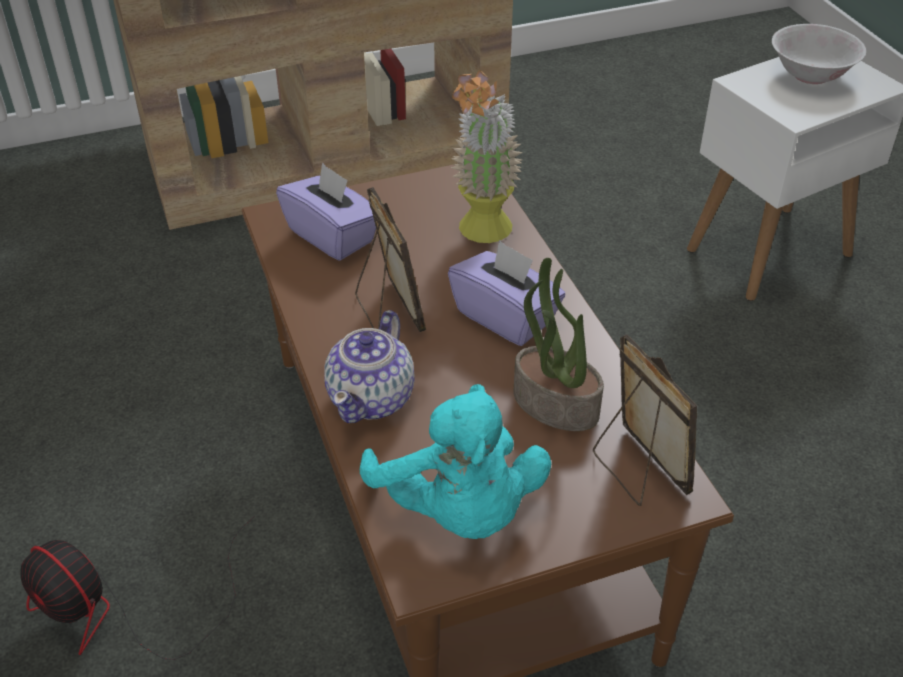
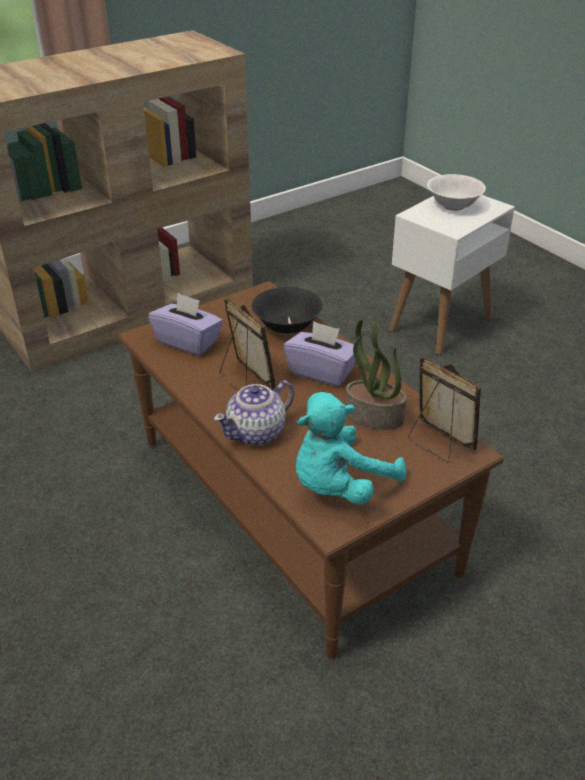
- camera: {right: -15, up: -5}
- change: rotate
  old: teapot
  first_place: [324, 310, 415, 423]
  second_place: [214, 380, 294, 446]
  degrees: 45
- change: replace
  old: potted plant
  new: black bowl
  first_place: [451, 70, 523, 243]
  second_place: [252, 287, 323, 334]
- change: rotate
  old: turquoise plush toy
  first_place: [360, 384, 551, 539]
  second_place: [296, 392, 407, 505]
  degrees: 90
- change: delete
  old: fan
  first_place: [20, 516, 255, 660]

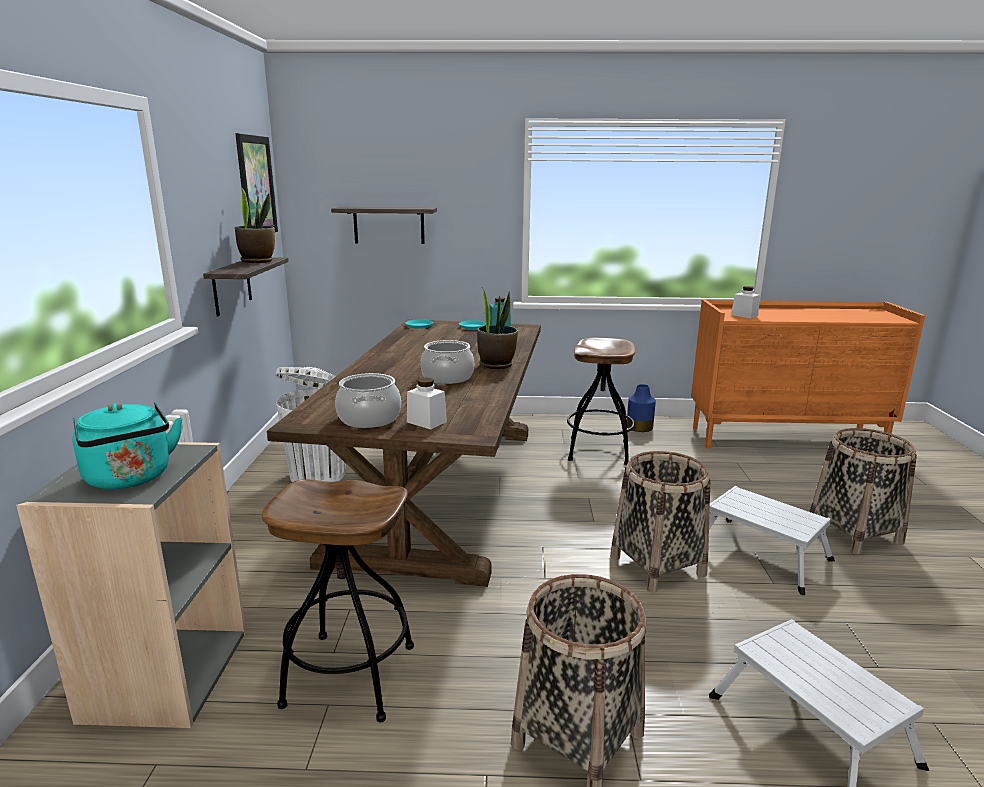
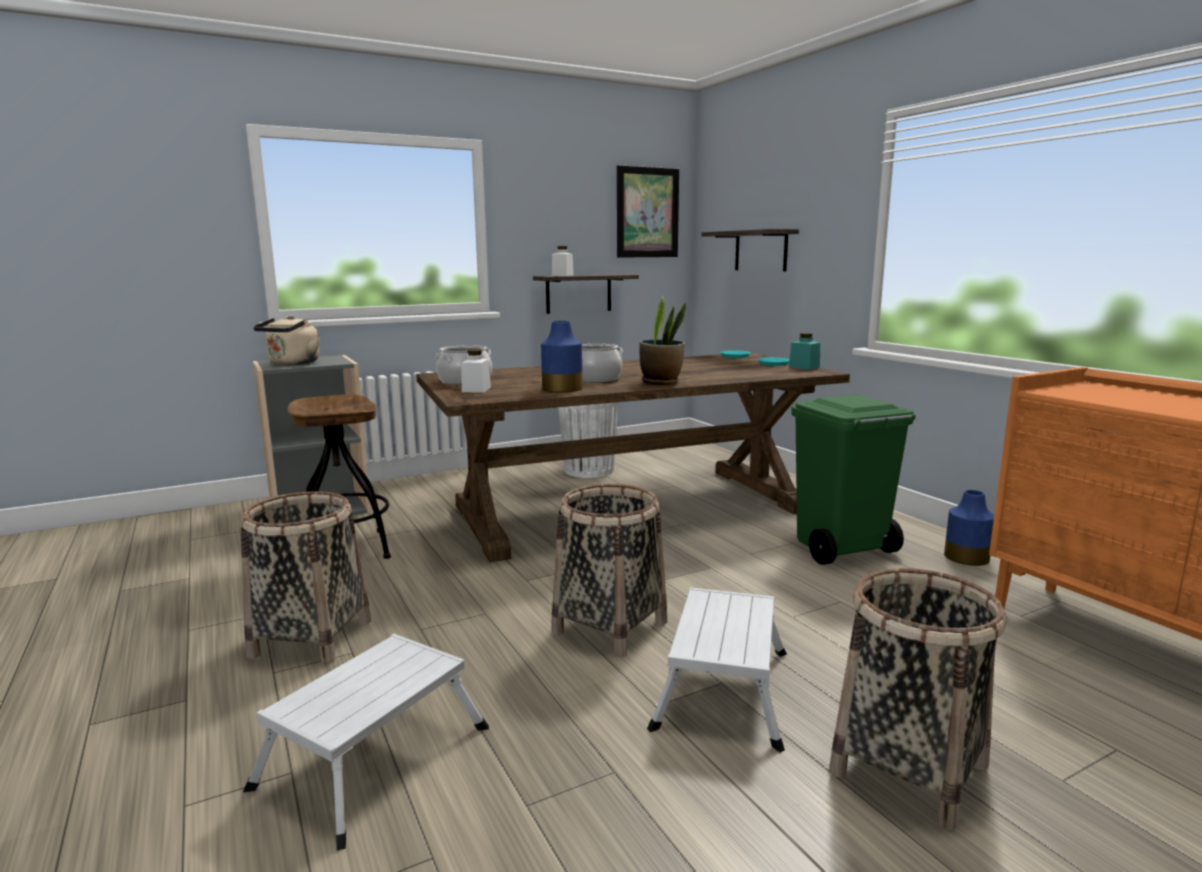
- camera: {right: 60, up: -5}
- change: recolor
  old: turquoise kettle
  new: beige kettle
  first_place: [73, 402, 182, 489]
  second_place: [253, 315, 320, 365]
- change: insert
  new: blue vase
  second_place: [541, 321, 583, 392]
- change: move
  old: white jar
  first_place: [731, 286, 760, 318]
  second_place: [552, 246, 574, 276]
- change: replace
  old: brown stool
  new: green trash can
  first_place: [567, 338, 636, 465]
  second_place: [791, 395, 916, 565]
- change: delete
  old: potted plant
  first_place: [235, 188, 275, 263]

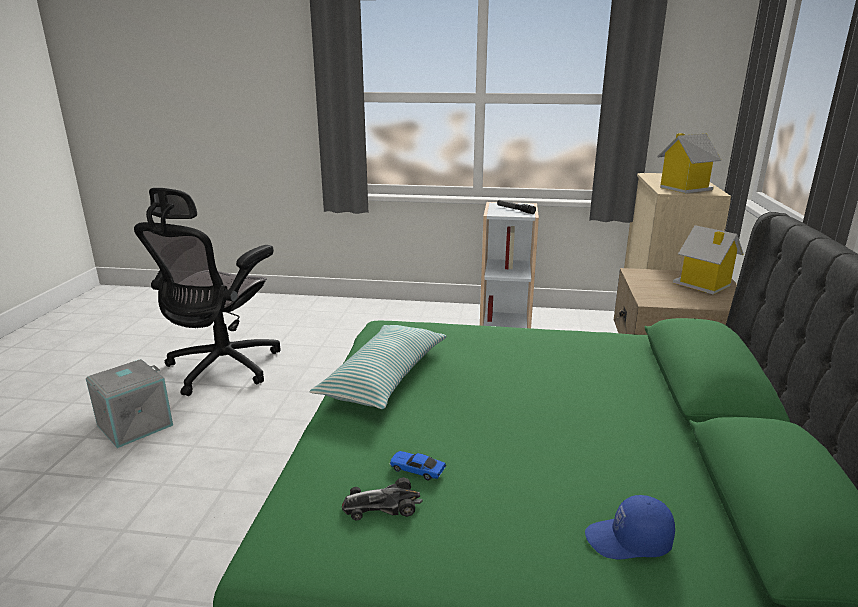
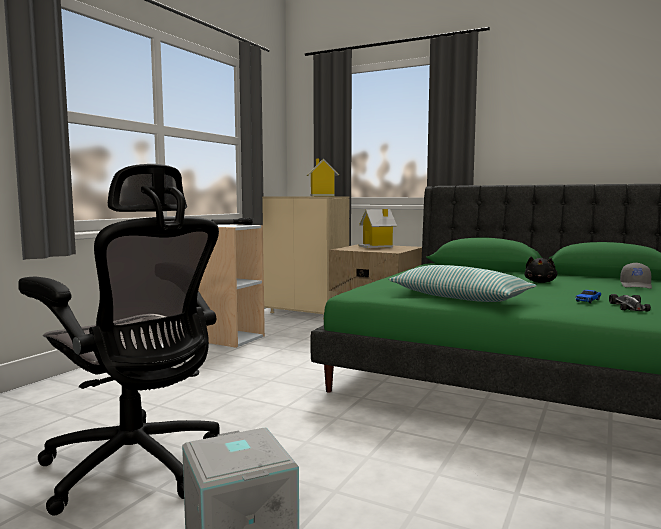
- camera: {right: -70, up: -15}
- change: insert
  new: black plush toy
  second_place: [524, 256, 557, 283]
- change: recolor
  old: blue cap
  new: grey cap
  first_place: [585, 495, 675, 559]
  second_place: [620, 262, 652, 289]

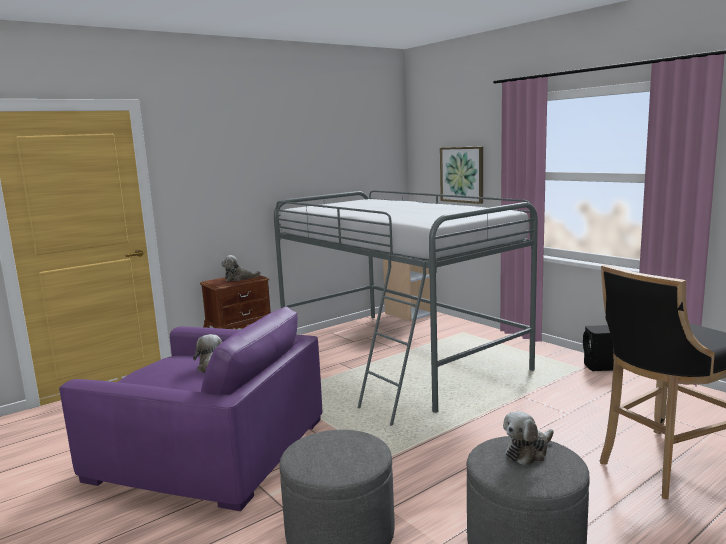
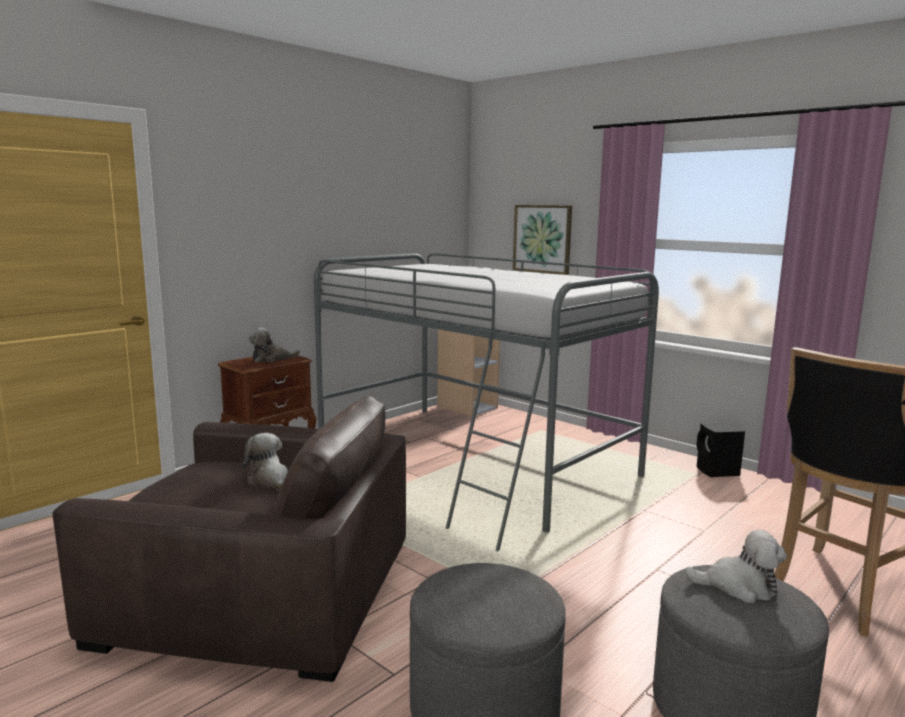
- camera: {right: -10, up: 0}
- change: recolor
  old: purple armchair
  new: brown armchair
  first_place: [59, 306, 322, 511]
  second_place: [53, 396, 406, 682]
- change: rotate
  old: plush toy
  first_place: [503, 411, 554, 466]
  second_place: [685, 530, 787, 603]
  degrees: -120

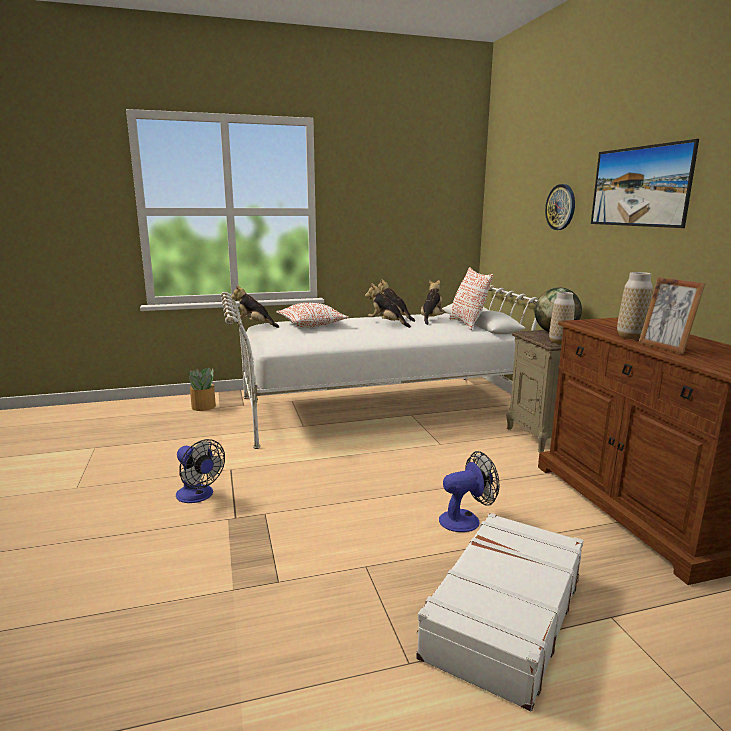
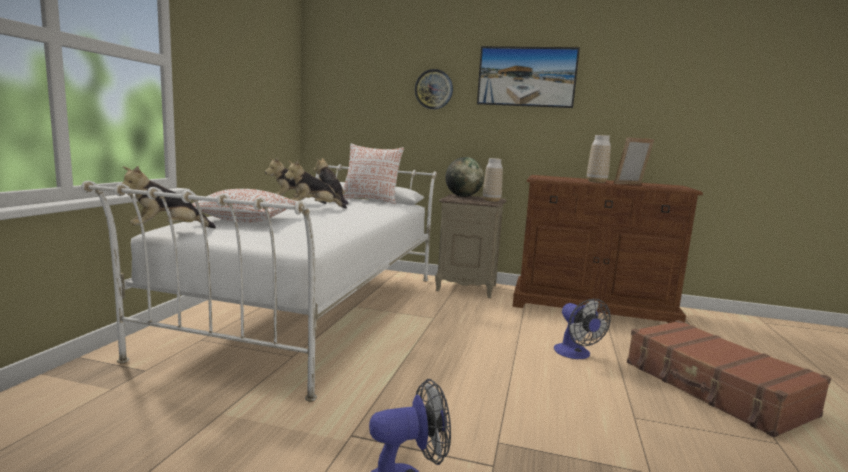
- camera: {right: -60, up: -5}
- change: rotate
  old: fan
  first_place: [439, 451, 499, 532]
  second_place: [554, 299, 611, 359]
  degrees: 150
- change: rotate
  old: picture frame
  first_place: [638, 277, 705, 354]
  second_place: [614, 137, 654, 185]
  degrees: 150
- change: recolor
  old: white suitcase
  new: brown suitcase
  first_place: [416, 513, 583, 711]
  second_place: [627, 320, 831, 437]
- change: delete
  old: potted plant
  first_place: [184, 368, 216, 411]

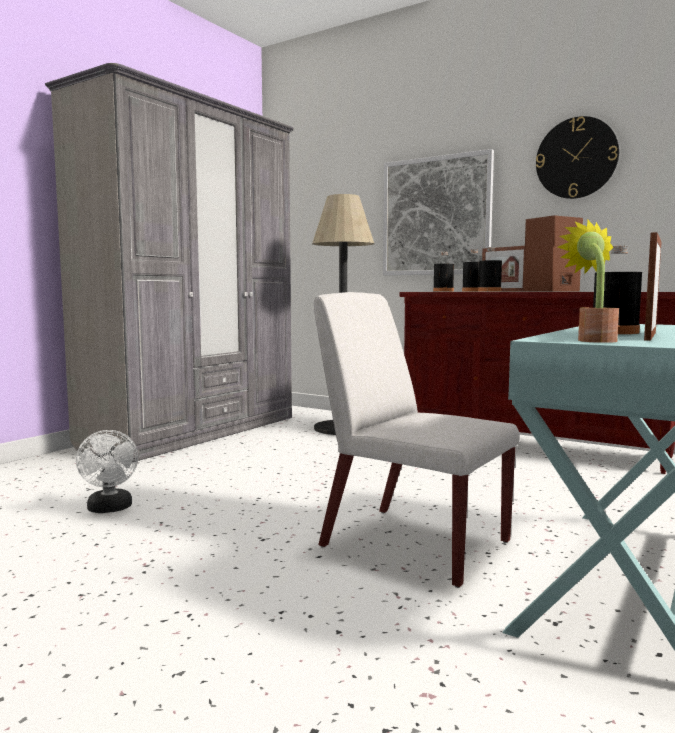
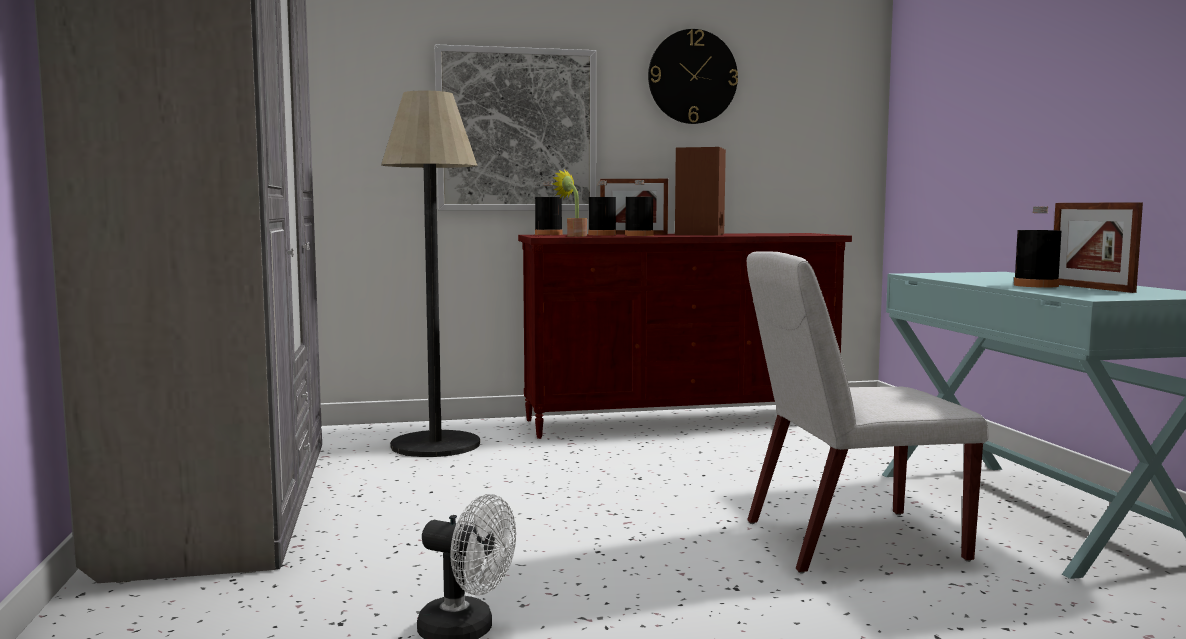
- camera: {right: -45, up: 0}
- change: move
  old: potted plant
  first_place: [558, 220, 619, 343]
  second_place: [552, 169, 587, 237]

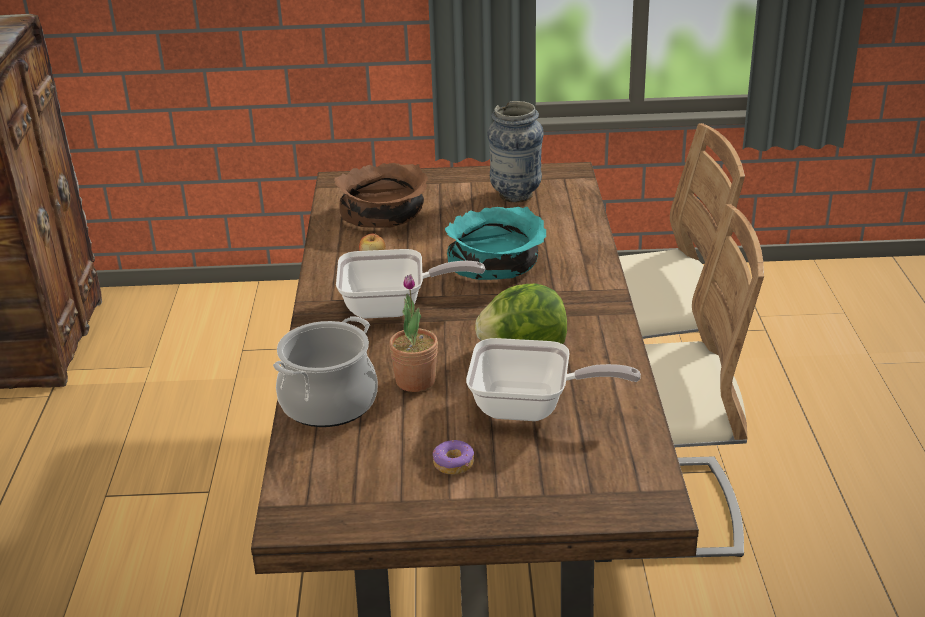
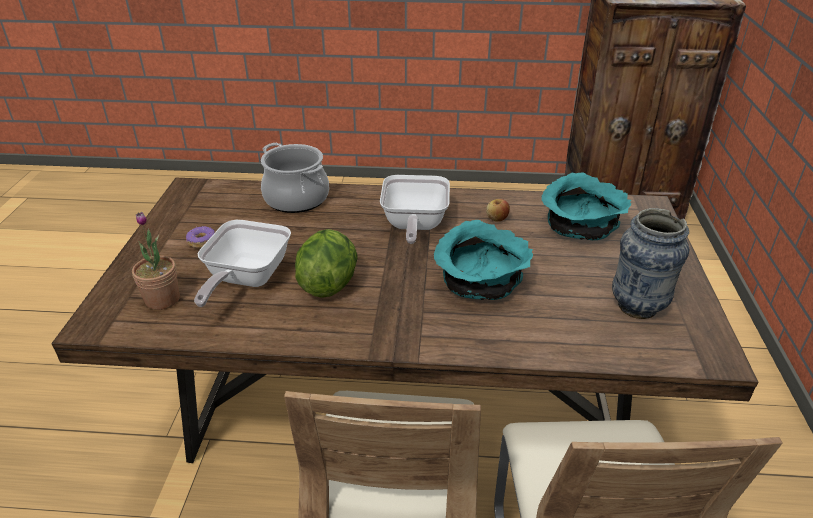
- camera: {right: 95, up: 5}
- change: move
  old: potted plant
  first_place: [389, 274, 438, 392]
  second_place: [132, 212, 180, 310]
- change: recolor
  old: brown bowl
  new: turquoise bowl
  first_place: [334, 163, 428, 228]
  second_place: [541, 172, 631, 240]

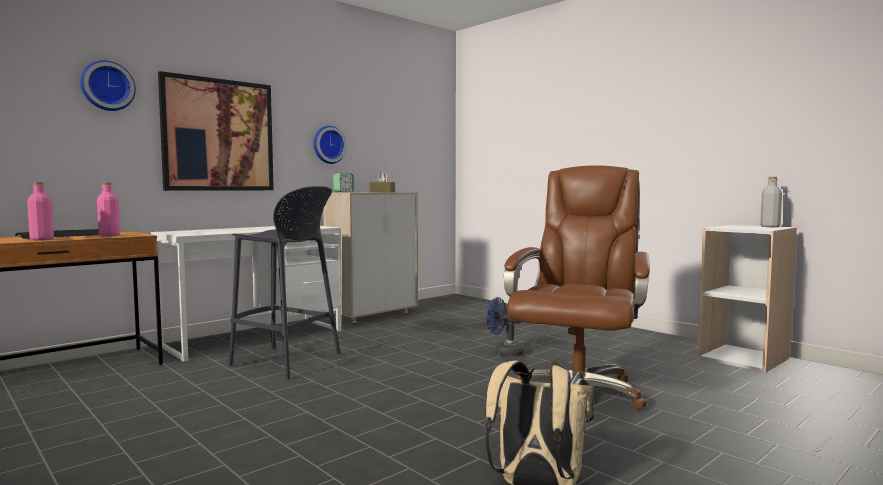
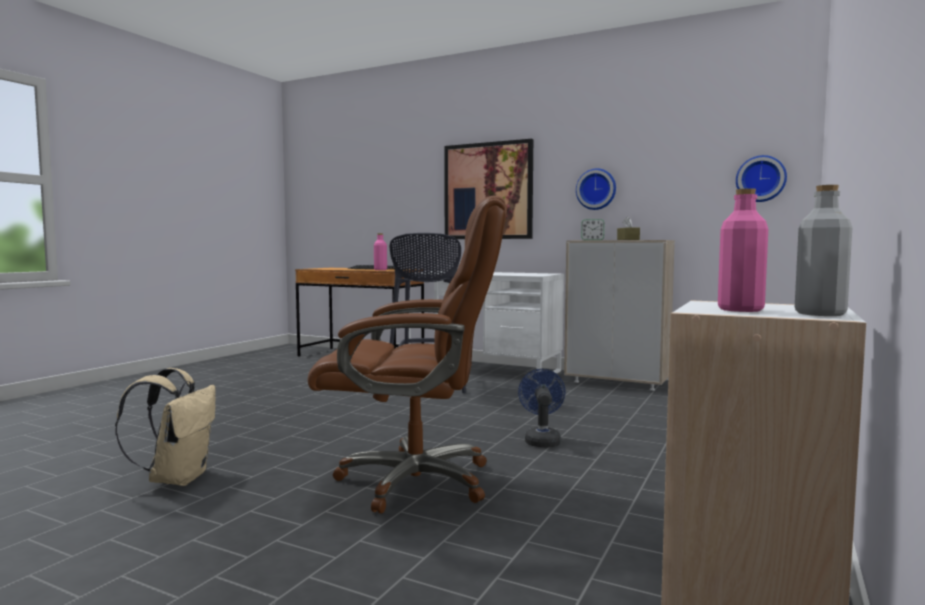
- camera: {right: 70, up: 0}
- change: move
  old: pink bottle
  first_place: [27, 182, 54, 241]
  second_place: [718, 188, 768, 312]
- change: move
  old: wall clock
  first_place: [80, 60, 136, 111]
  second_place: [736, 155, 787, 202]

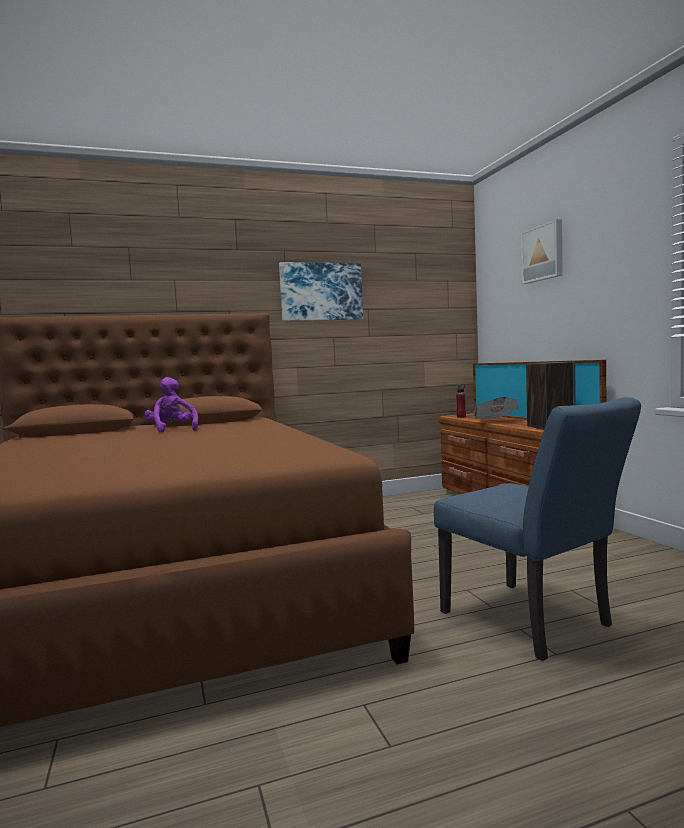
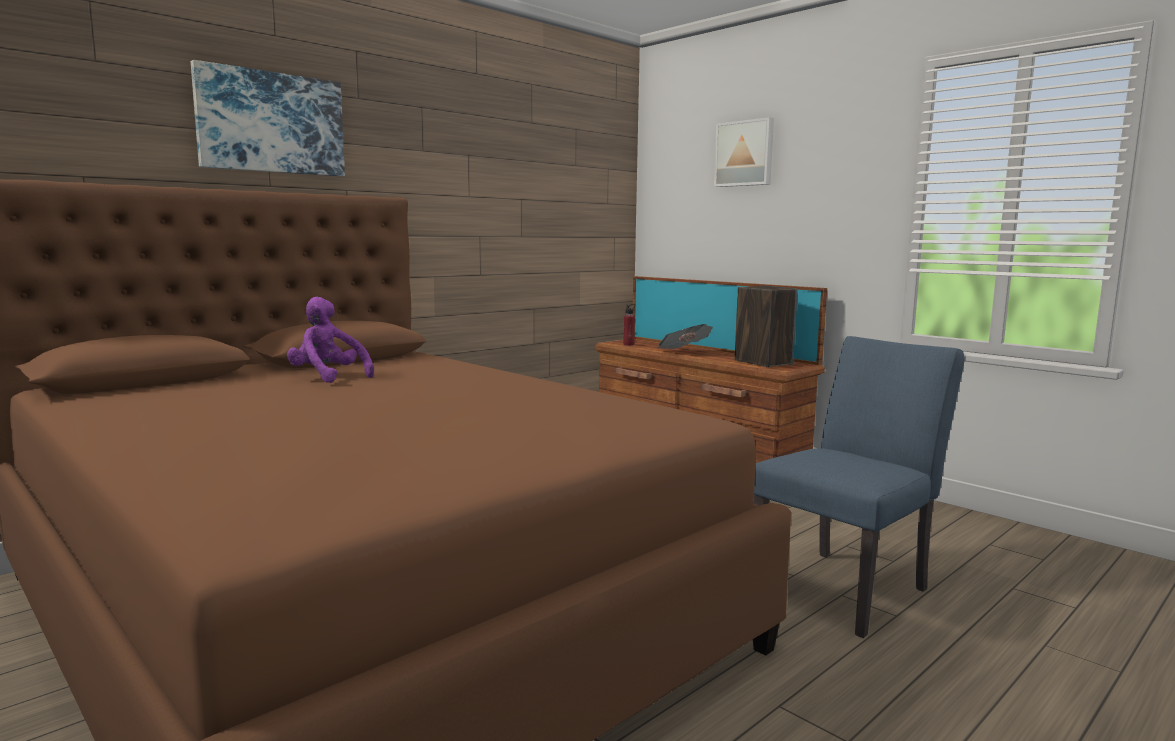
- camera: {right: -25, up: 5}
- change: move
  old: picture
  first_place: [279, 262, 363, 321]
  second_place: [191, 60, 345, 176]
- change: rotate
  old: blue chair
  first_place: [434, 397, 641, 661]
  second_place: [754, 336, 964, 638]
  degrees: -75

